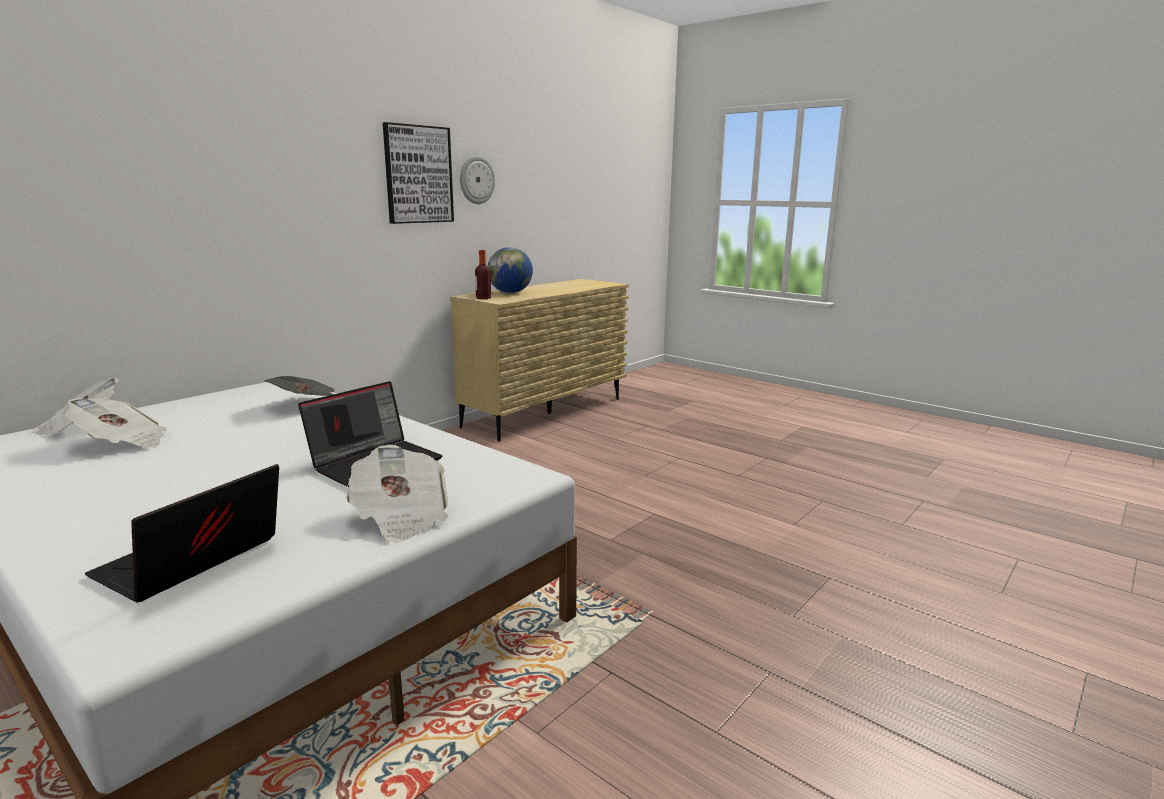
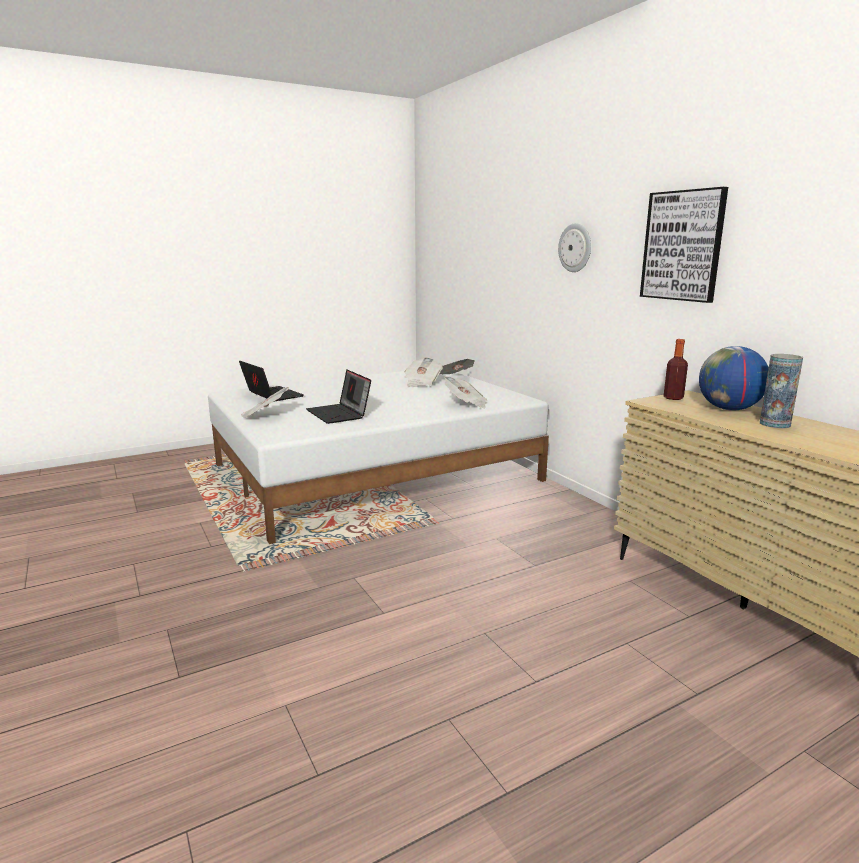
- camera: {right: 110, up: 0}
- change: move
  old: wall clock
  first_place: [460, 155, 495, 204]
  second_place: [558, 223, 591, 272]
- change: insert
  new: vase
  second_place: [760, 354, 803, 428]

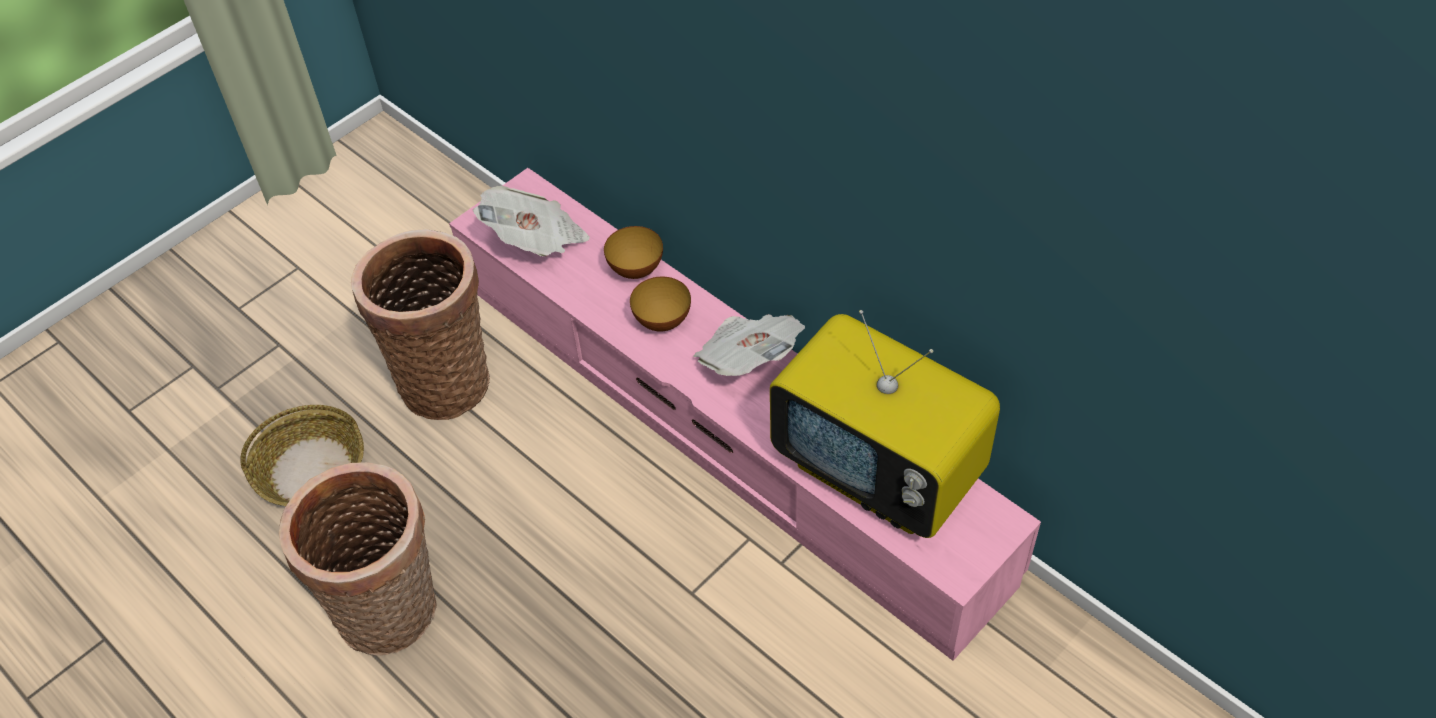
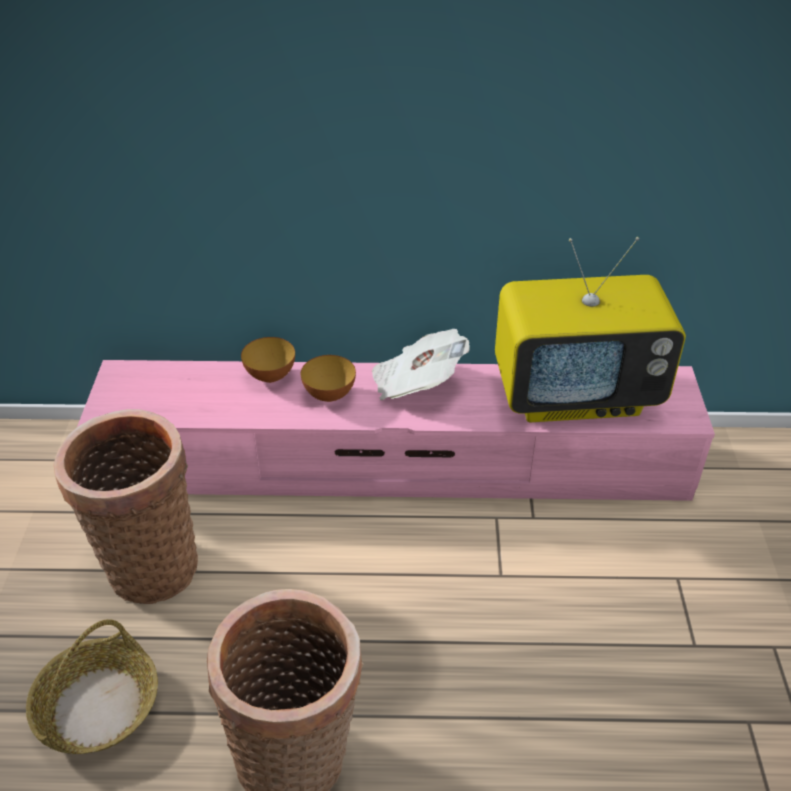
- camera: {right: -45, up: -10}
- change: delete
  old: newspaper
  first_place: [473, 186, 590, 256]

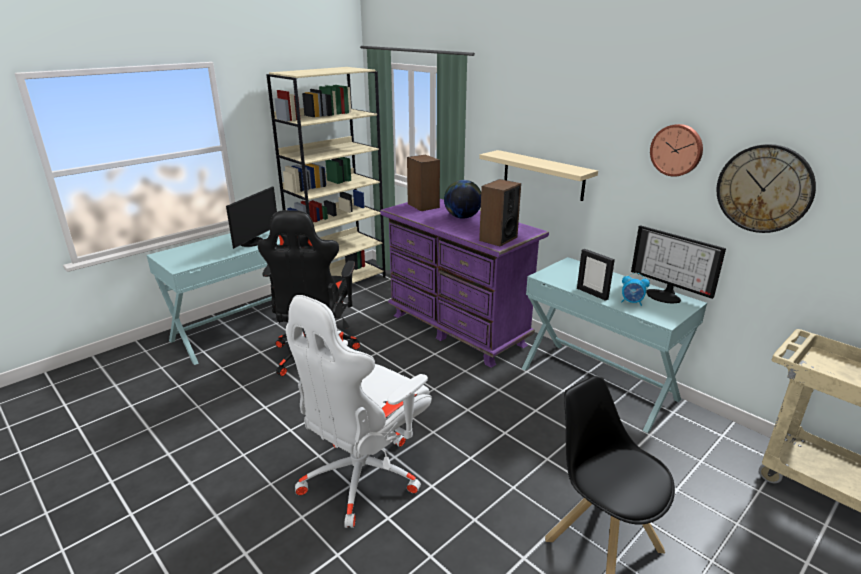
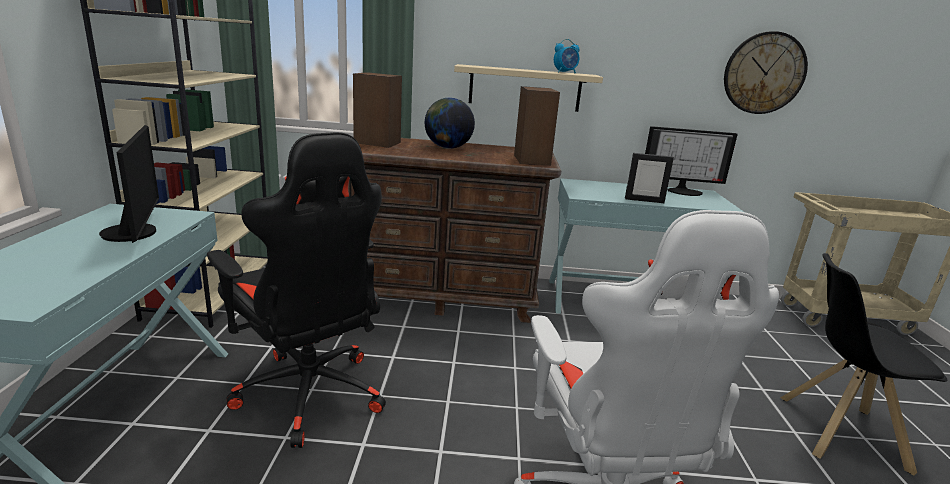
- camera: {right: -45, up: -5}
- change: recolor
  old: purple dresser
  new: brown dresser
  first_place: [380, 199, 549, 368]
  second_place: [348, 138, 561, 323]
- change: move
  old: alarm clock
  first_place: [621, 273, 650, 306]
  second_place: [554, 39, 580, 73]
- change: delete
  old: wall clock
  first_place: [650, 124, 703, 177]

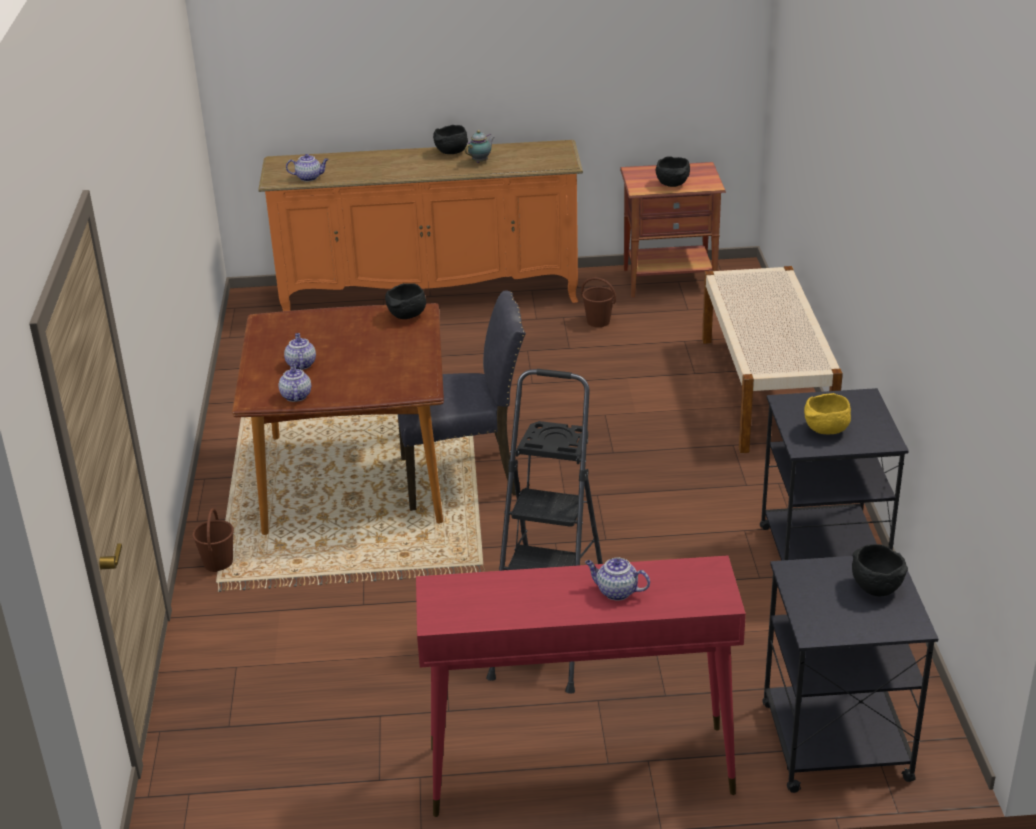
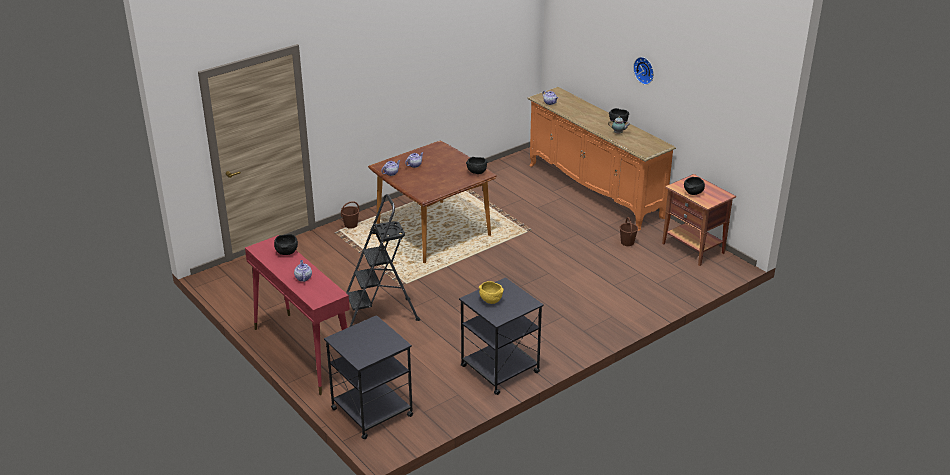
- camera: {right: 55, up: 0}
- change: move
  old: black bowl
  first_place: [852, 544, 908, 596]
  second_place: [274, 234, 298, 255]
- change: insert
  new: wall clock
  second_place: [633, 57, 654, 85]
- change: delete
  old: grey chair
  first_place: [398, 291, 526, 511]
- change: delete
  old: beige bench
  first_place: [702, 266, 843, 453]

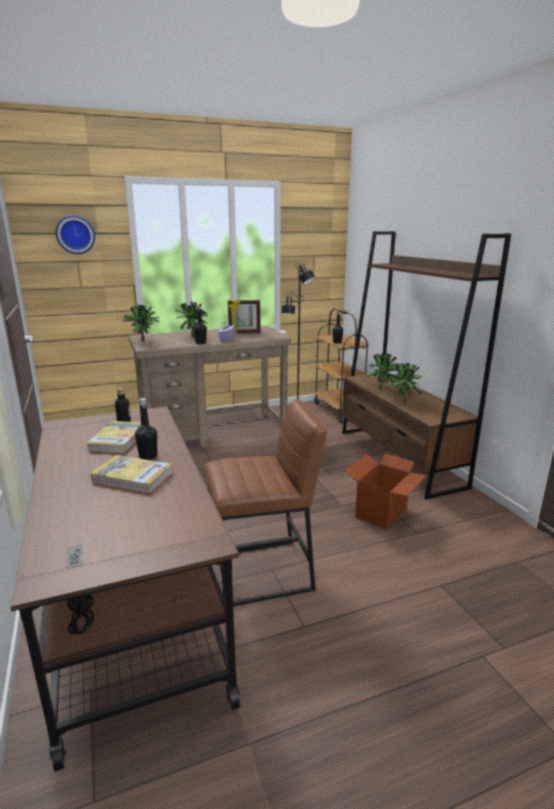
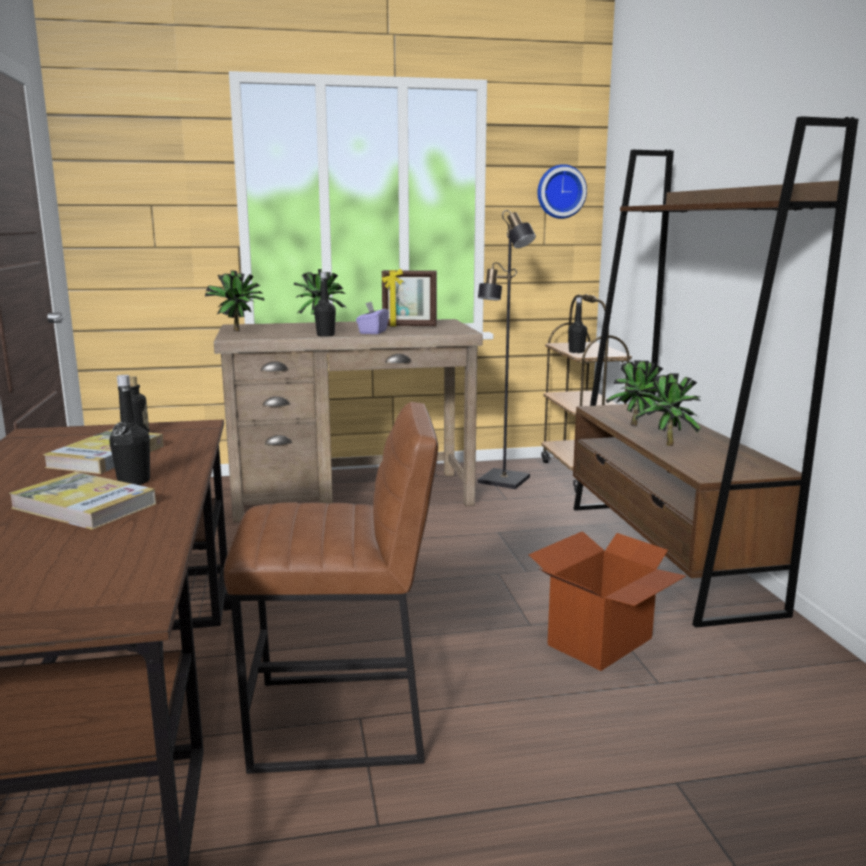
- camera: {right: 10, up: -5}
- change: move
  old: wall clock
  first_place: [56, 215, 95, 254]
  second_place: [537, 164, 587, 219]

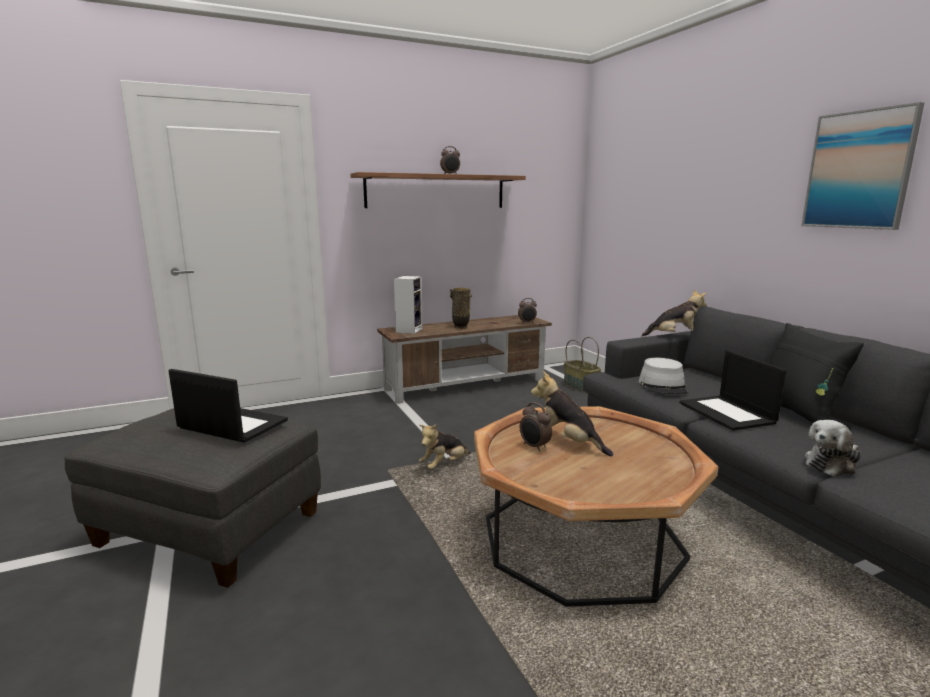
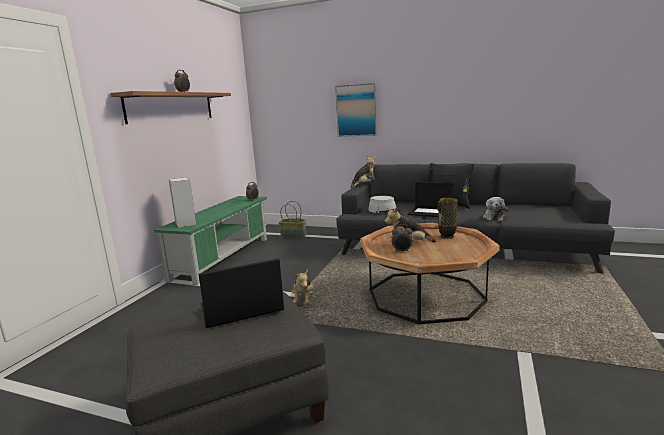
- camera: {right: -45, up: 0}
- change: recolor
  old: brown tv stand
  new: green tv stand
  first_place: [377, 315, 552, 404]
  second_place: [154, 196, 267, 285]
- change: move
  old: picture
  first_place: [801, 102, 924, 230]
  second_place: [335, 83, 377, 137]
- change: move
  old: vase
  first_place: [450, 288, 472, 329]
  second_place: [437, 198, 457, 239]

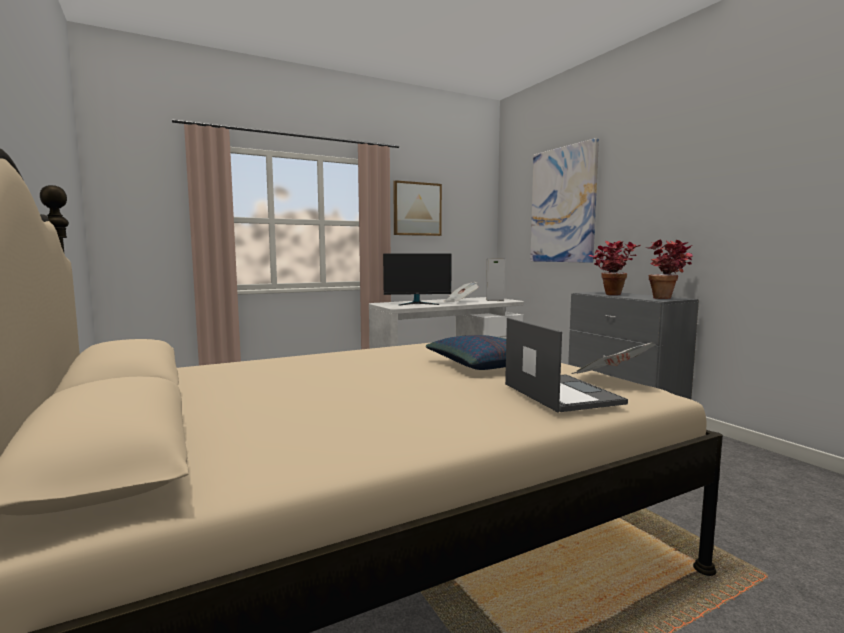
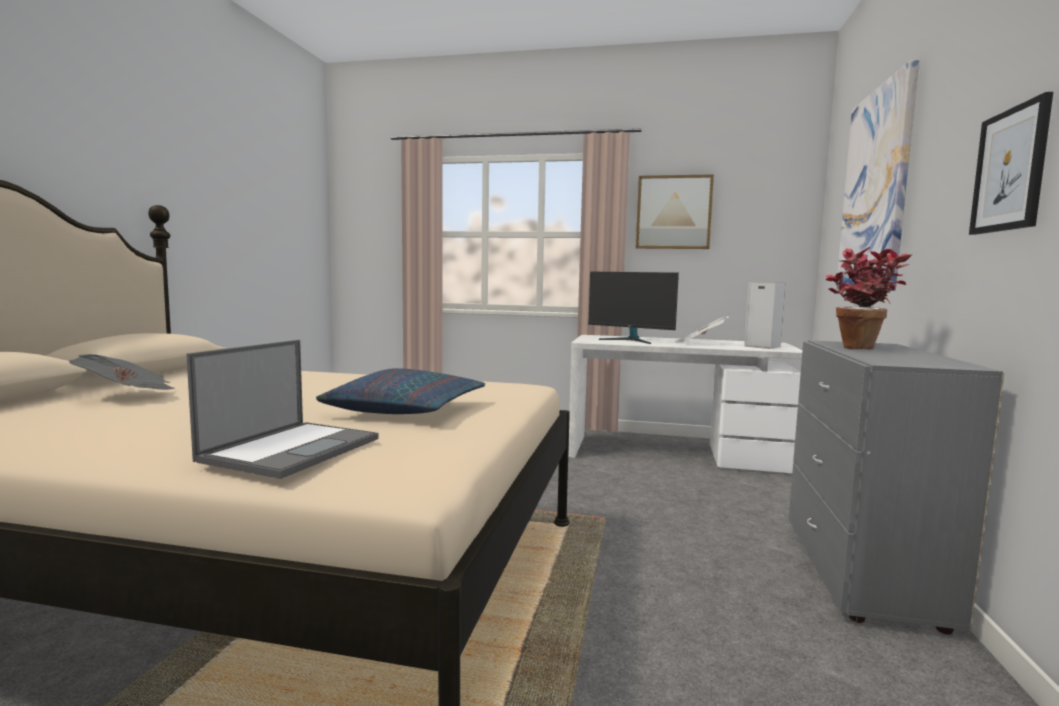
- camera: {right: 40, up: 0}
- change: move
  old: newspaper
  first_place: [571, 342, 656, 374]
  second_place: [69, 354, 175, 390]
- change: insert
  new: picture
  second_place: [969, 92, 1053, 235]
- change: delete
  old: potted plant
  first_place: [647, 239, 693, 299]

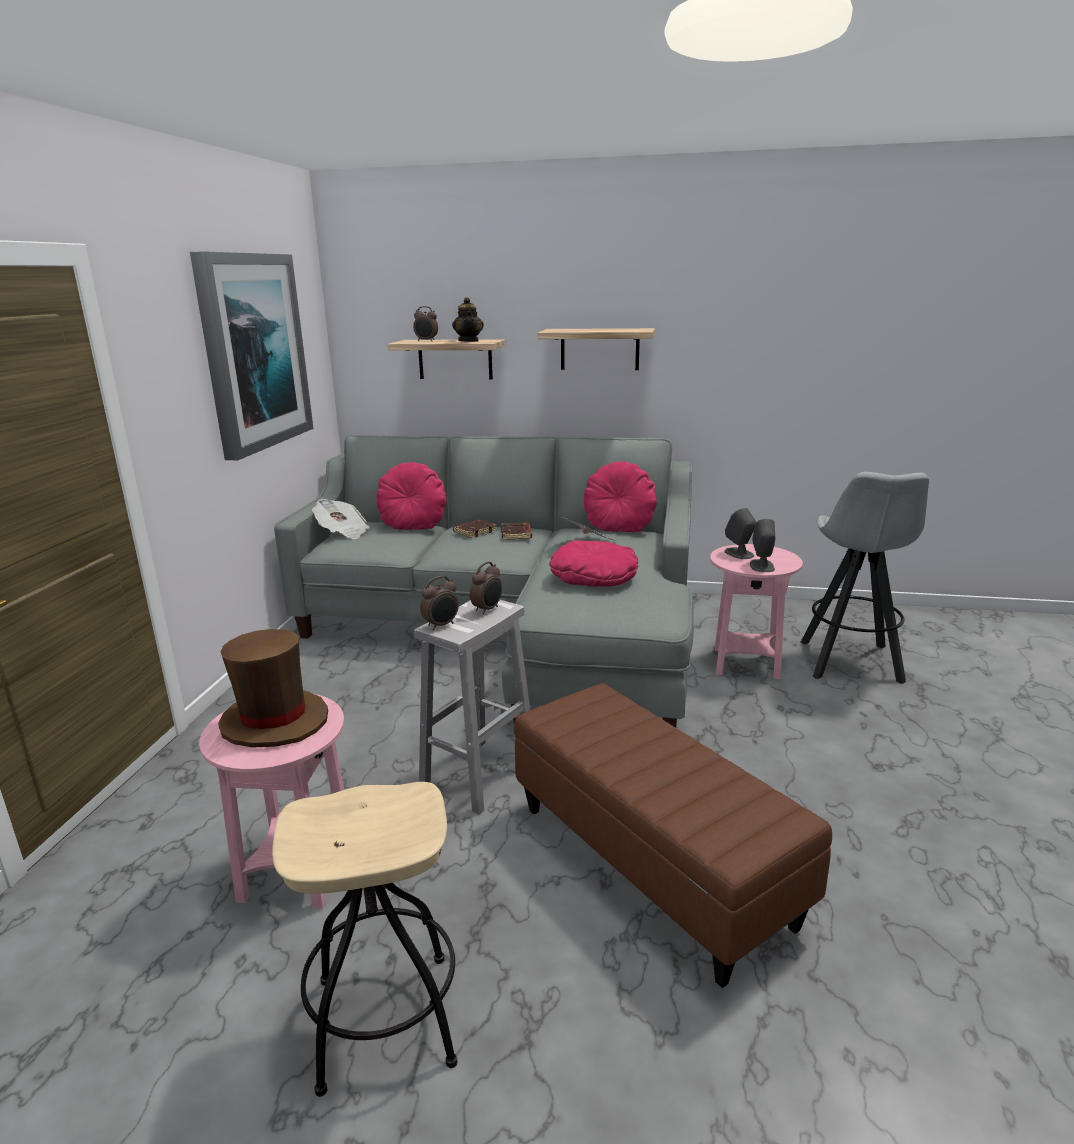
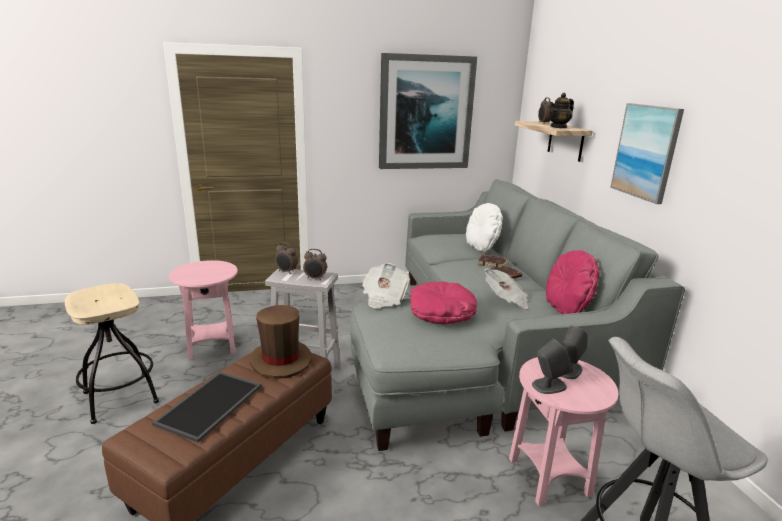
- camera: {right: 65, up: 0}
- change: insert
  new: tray
  second_place: [152, 372, 261, 443]
- change: move
  old: brown hat
  first_place: [218, 629, 328, 748]
  second_place: [250, 305, 312, 379]
- change: move
  old: newspaper
  first_place: [312, 499, 370, 539]
  second_place: [362, 263, 410, 308]
- change: recolor
  old: pink pillow
  new: white pillow
  first_place: [376, 462, 447, 530]
  second_place: [466, 203, 503, 252]
- change: replace
  old: shelf
  new: picture
  first_place: [537, 328, 655, 370]
  second_place: [610, 103, 684, 204]

